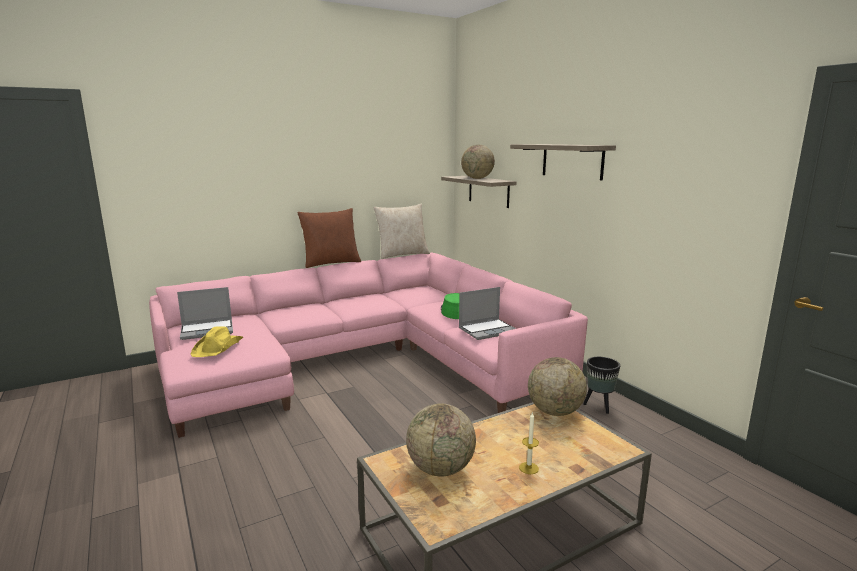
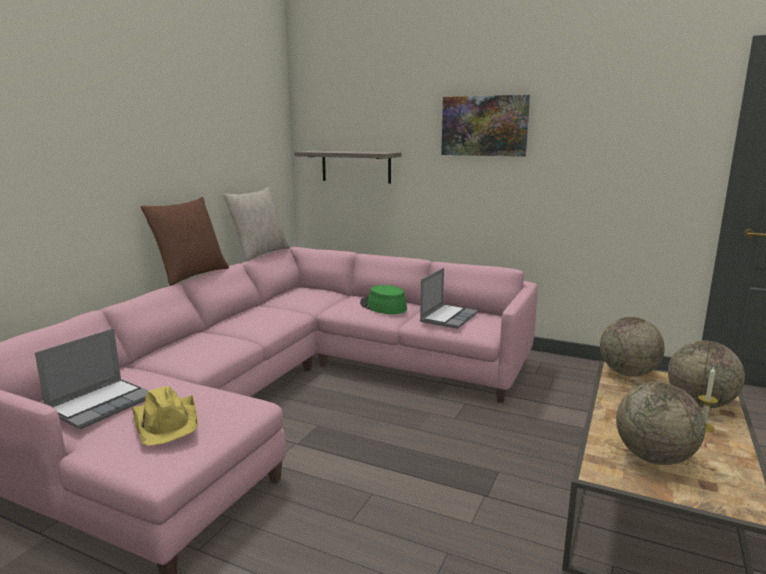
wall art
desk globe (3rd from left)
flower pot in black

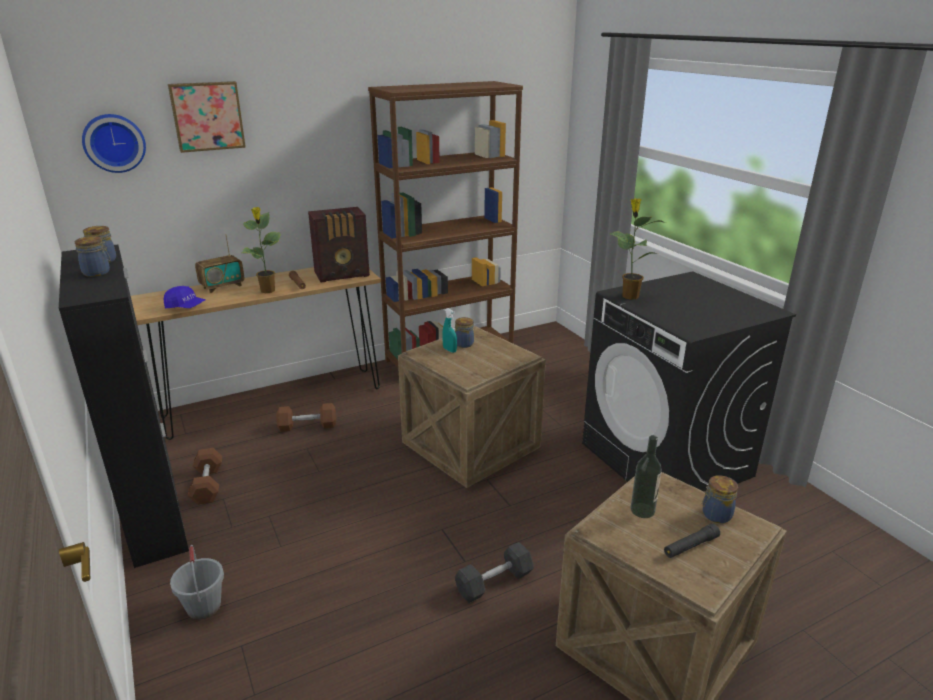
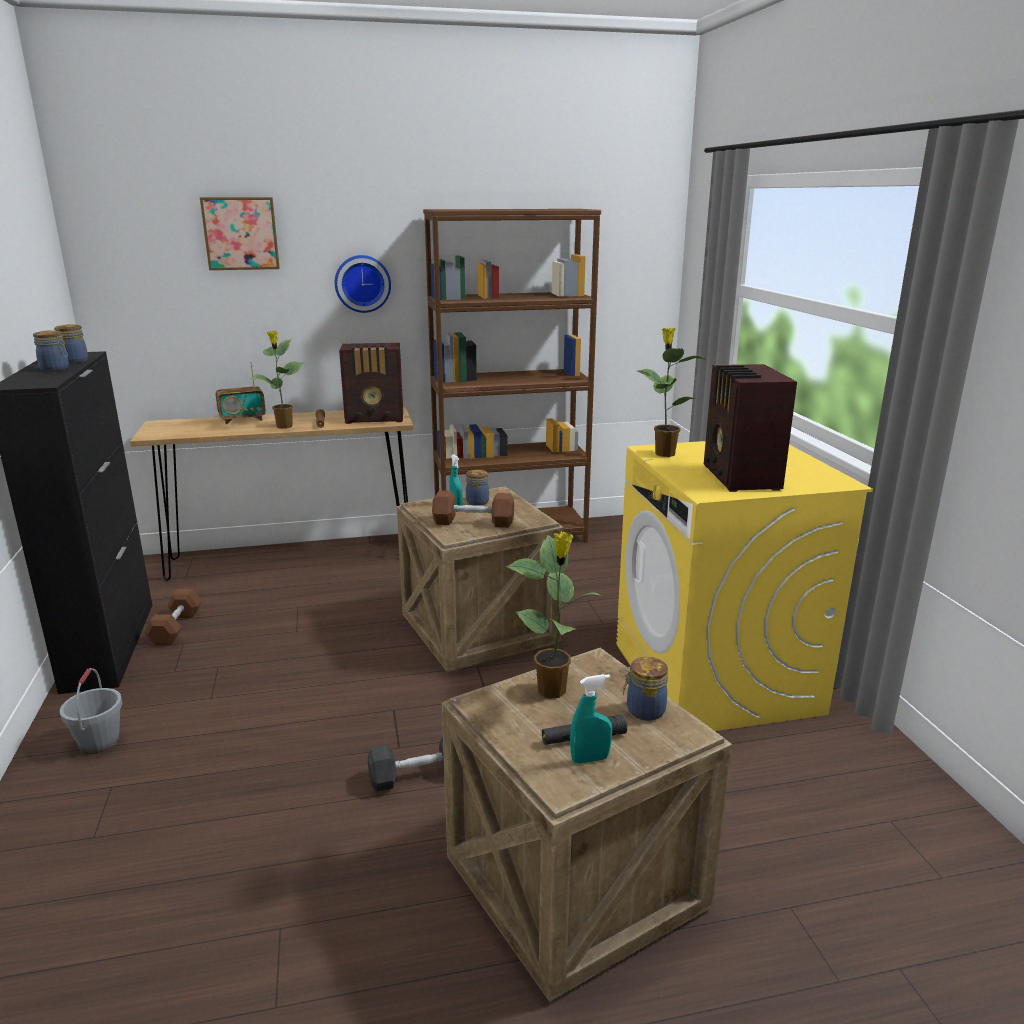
wall clock
laundry appliance in yellow
cap in bluish
dumbbell in brown-coloured (2nd from left)
plant in a pot (2nd from left)
radio set (3rd from left)
hand sprayer in blue-green (2nd from left)

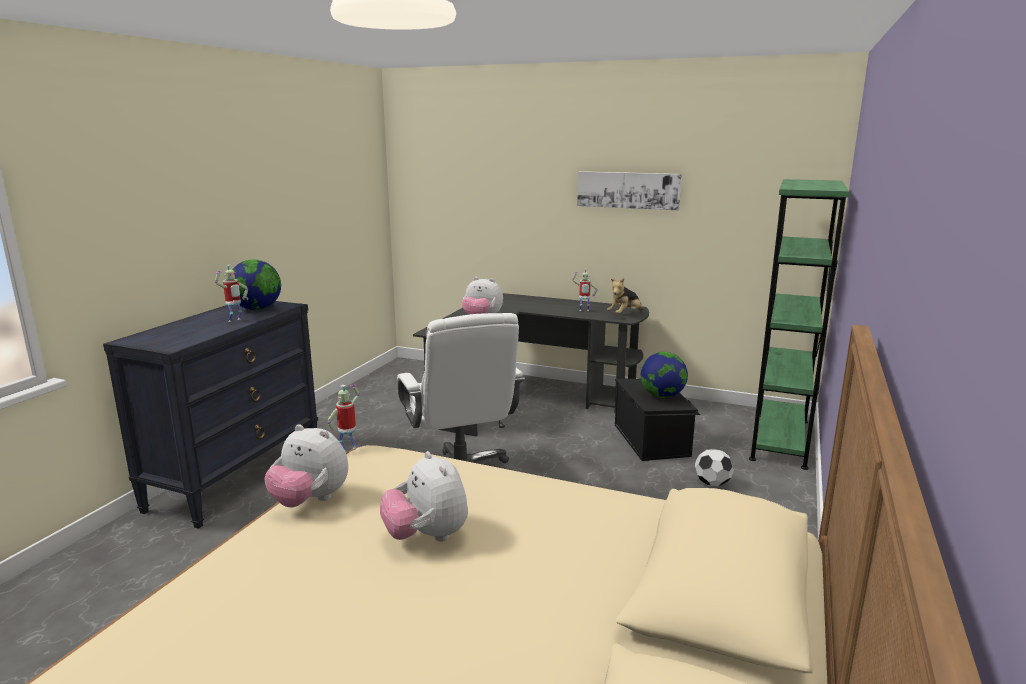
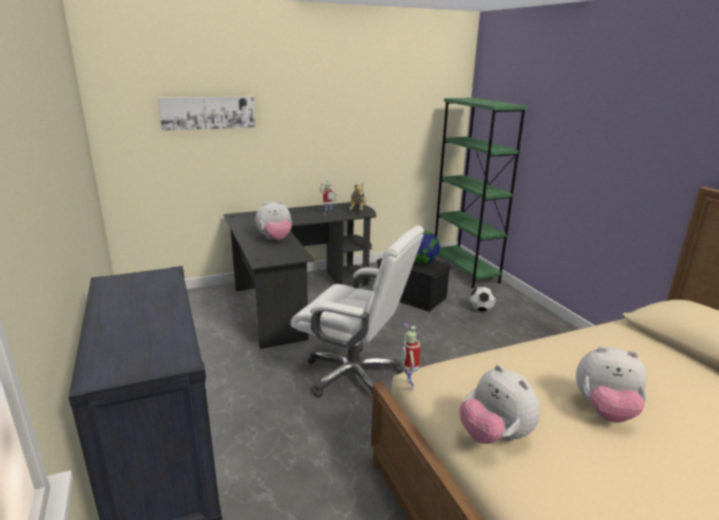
wall art
desk globe (1st from left in the first image)
model robot (1st from left in the first image)
soft toy (3rd from left)

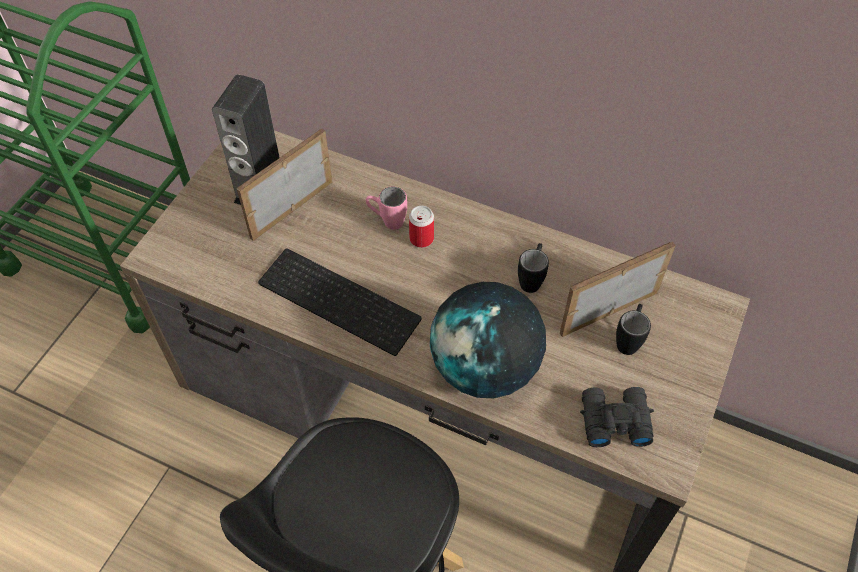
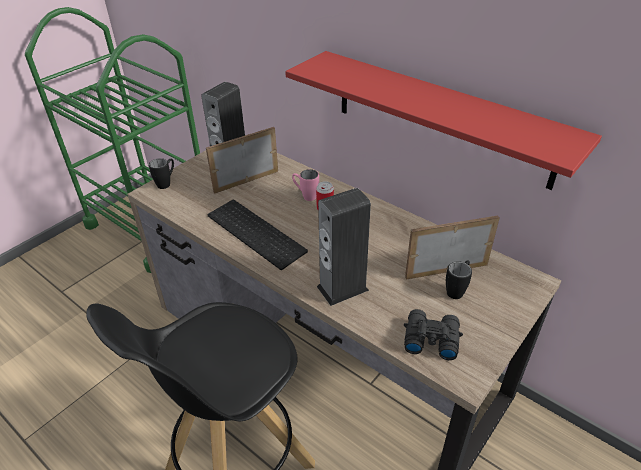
tea mug in black (1st from left)
speaker (2nd from left)
wall shelf in red

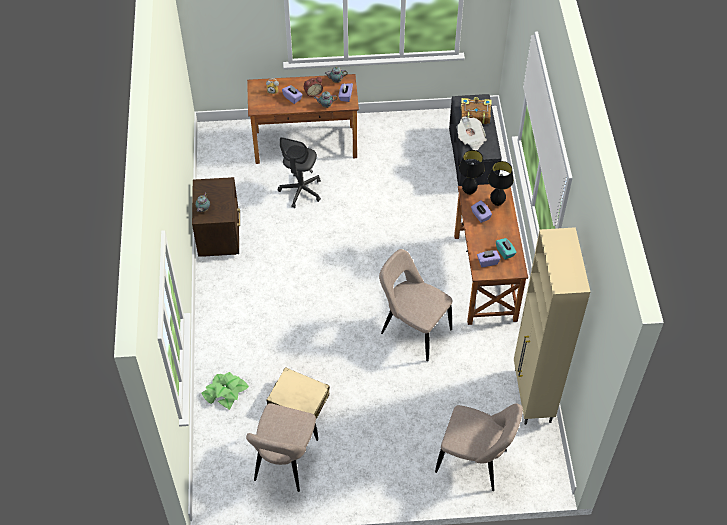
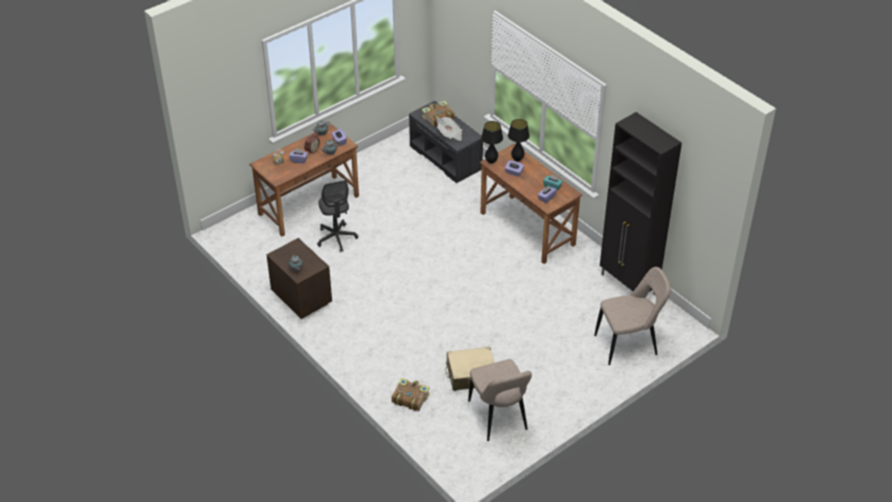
cupboard in black
chair in beige-coloured (2nd from left in the first image)
bound book (1st from left)

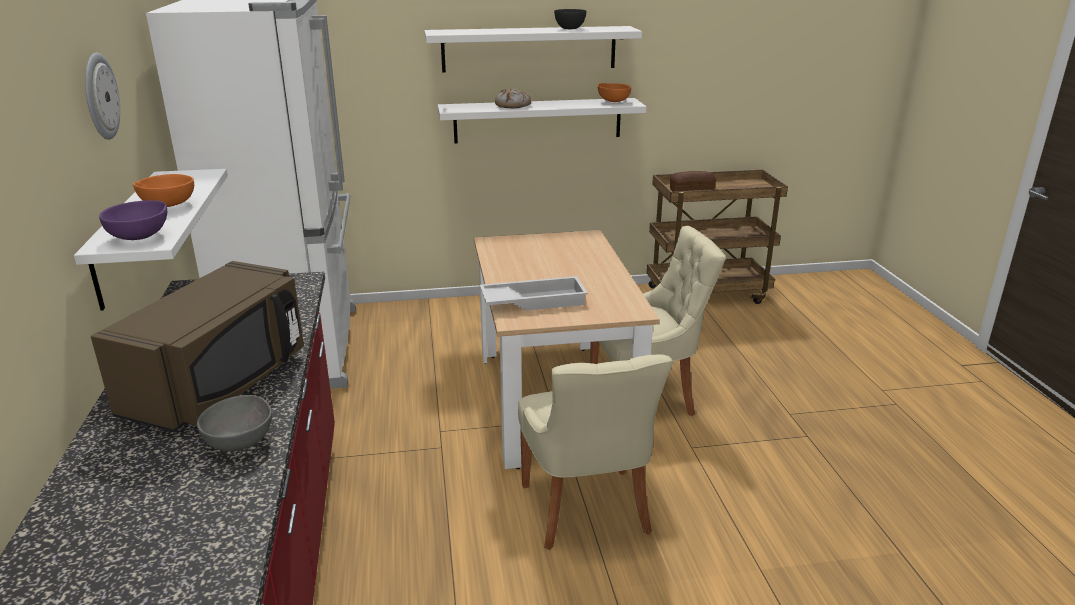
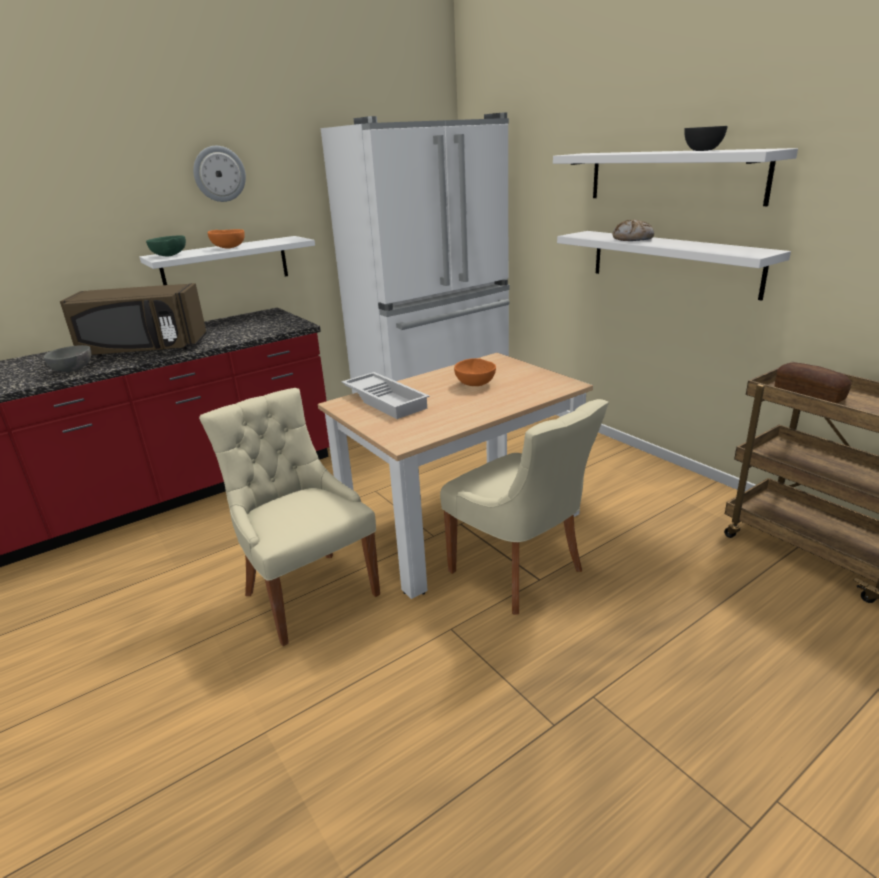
serving bowl in orangey (2nd from left)
serving bowl in green-coloured
chair in beige-coloured (1st from left)

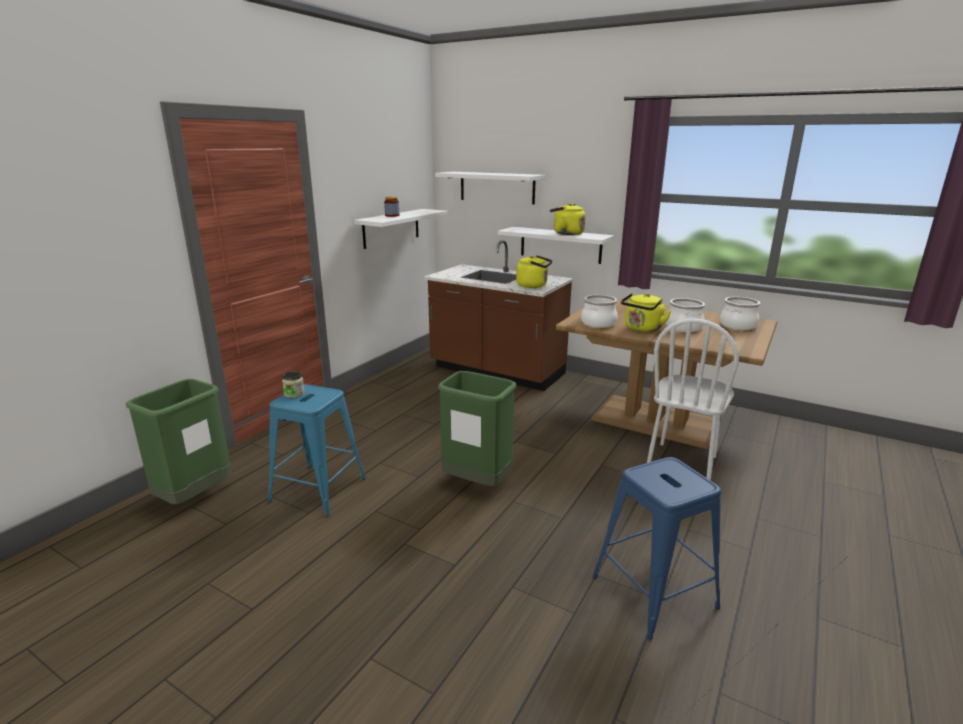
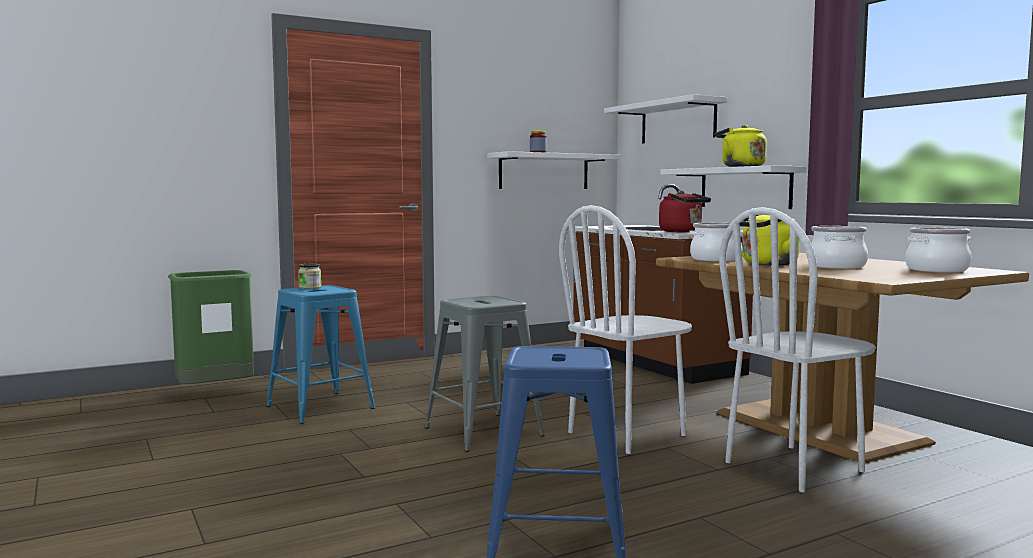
water kettle in red
stool in gray
chair in white-coloured (1st from left)

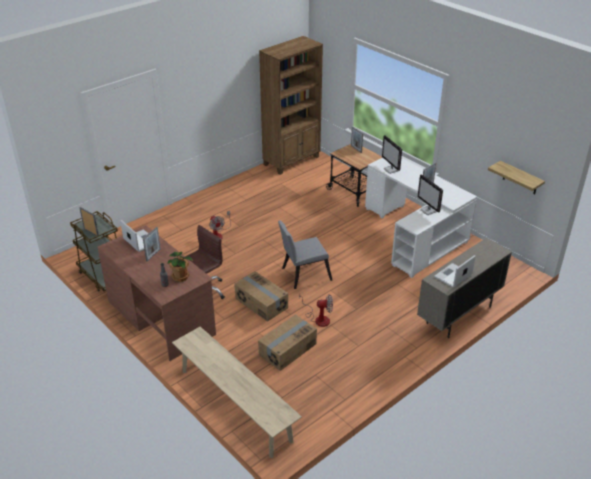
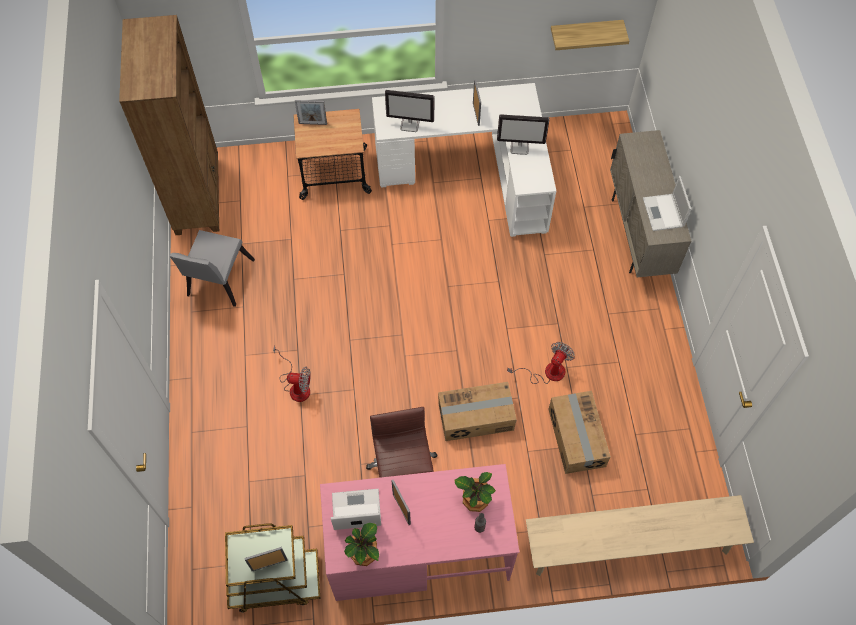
chair in gray
desk table in pink
plant in a pot (1st from left)

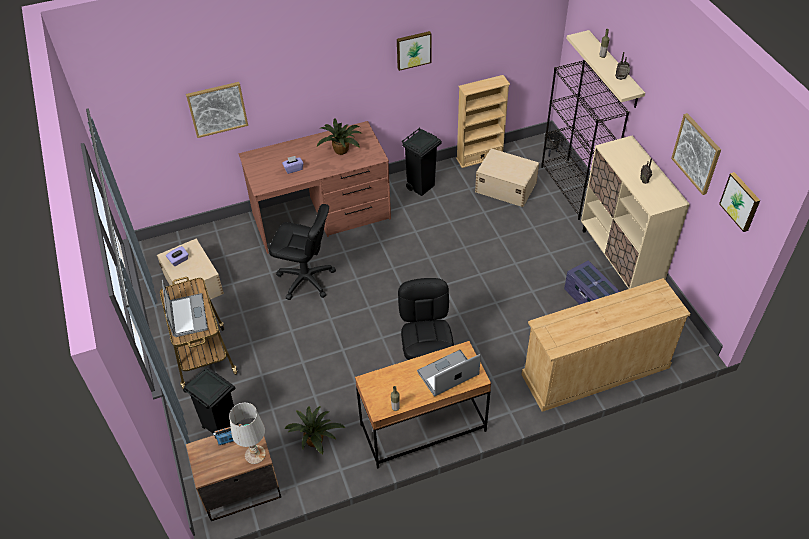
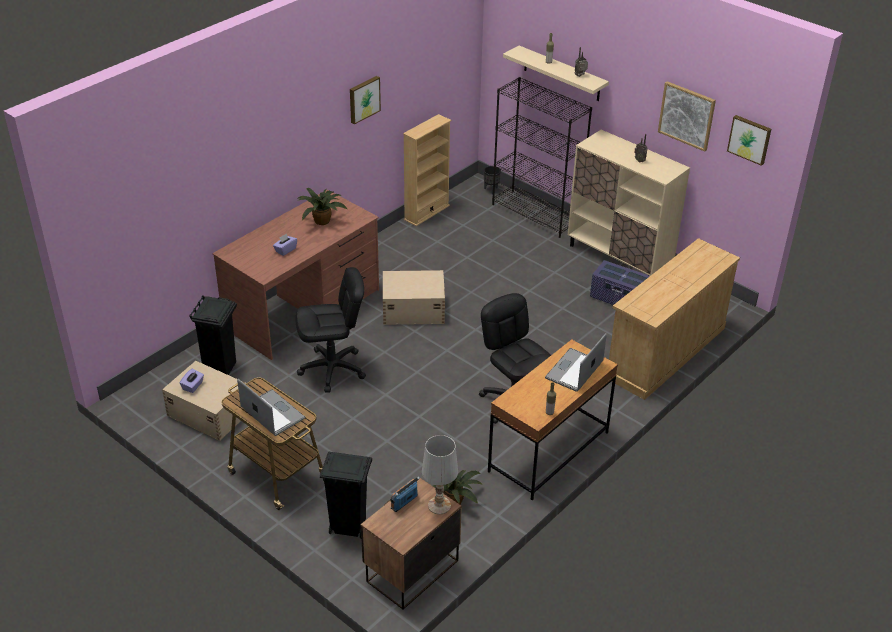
wall art (1st from left in the first image)
rubbish bin in black (1st from left)
storage container in beige-coloured (2nd from left)

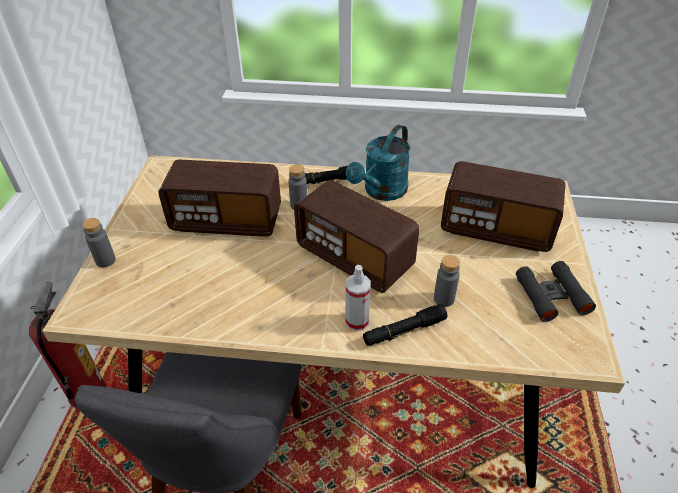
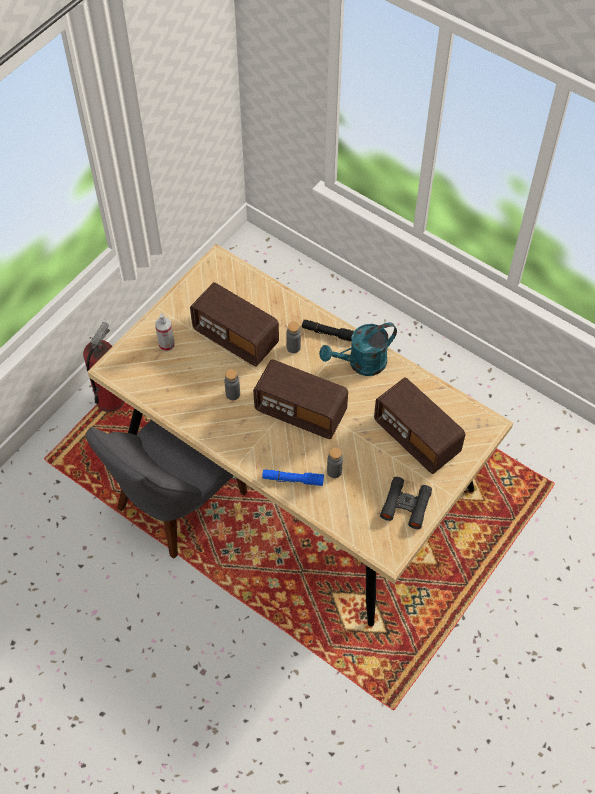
radio set (2nd from left)
drink bottle in gray (1st from left)
hand sprayer
hand torch in bluish

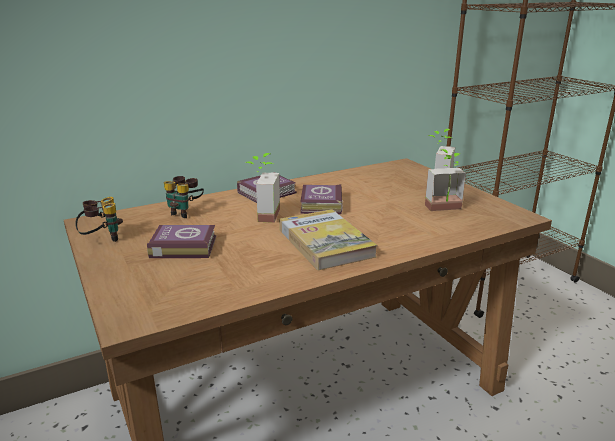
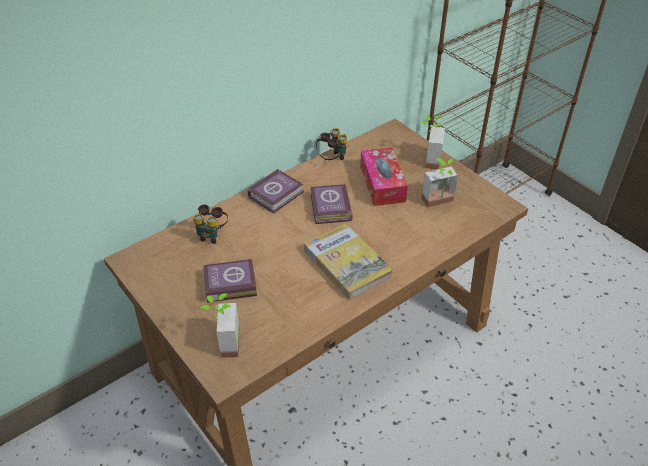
plant in a pot (1st from left)
binoculars (2nd from left)
box of tissues

